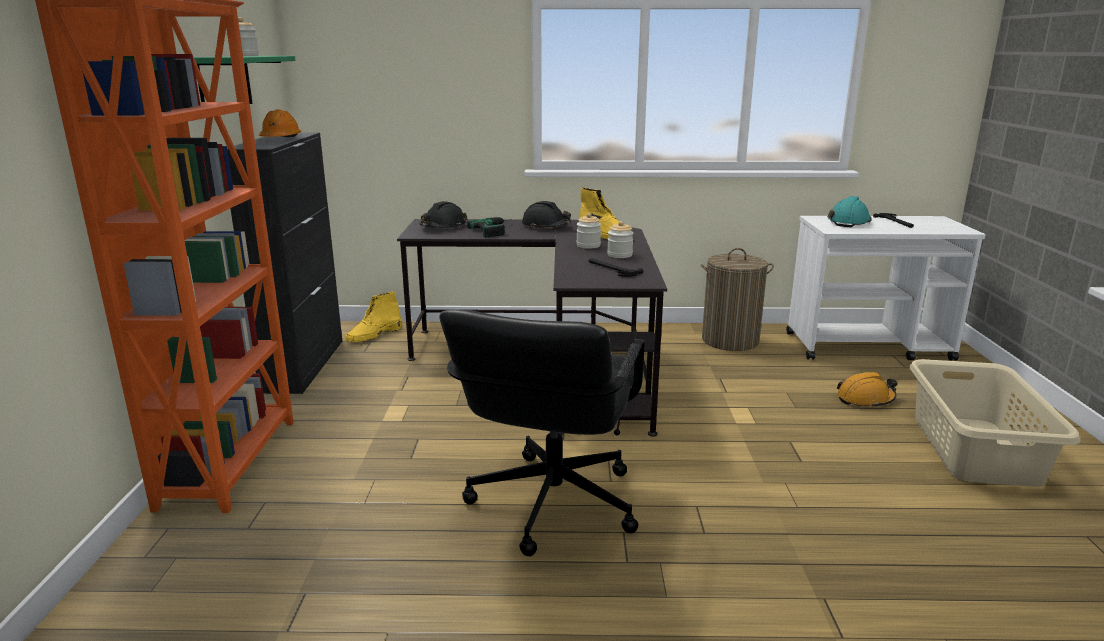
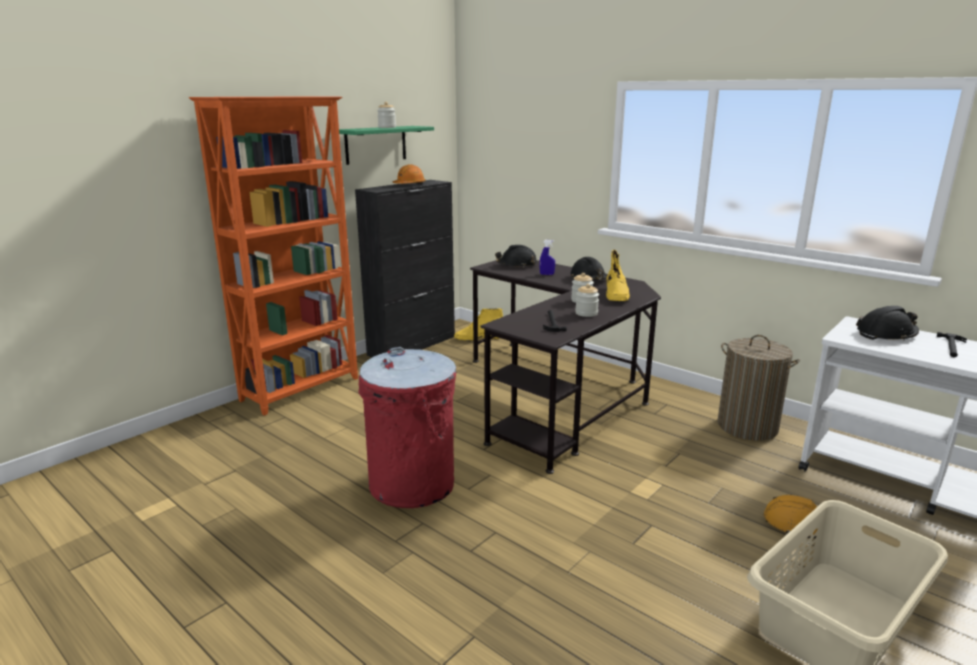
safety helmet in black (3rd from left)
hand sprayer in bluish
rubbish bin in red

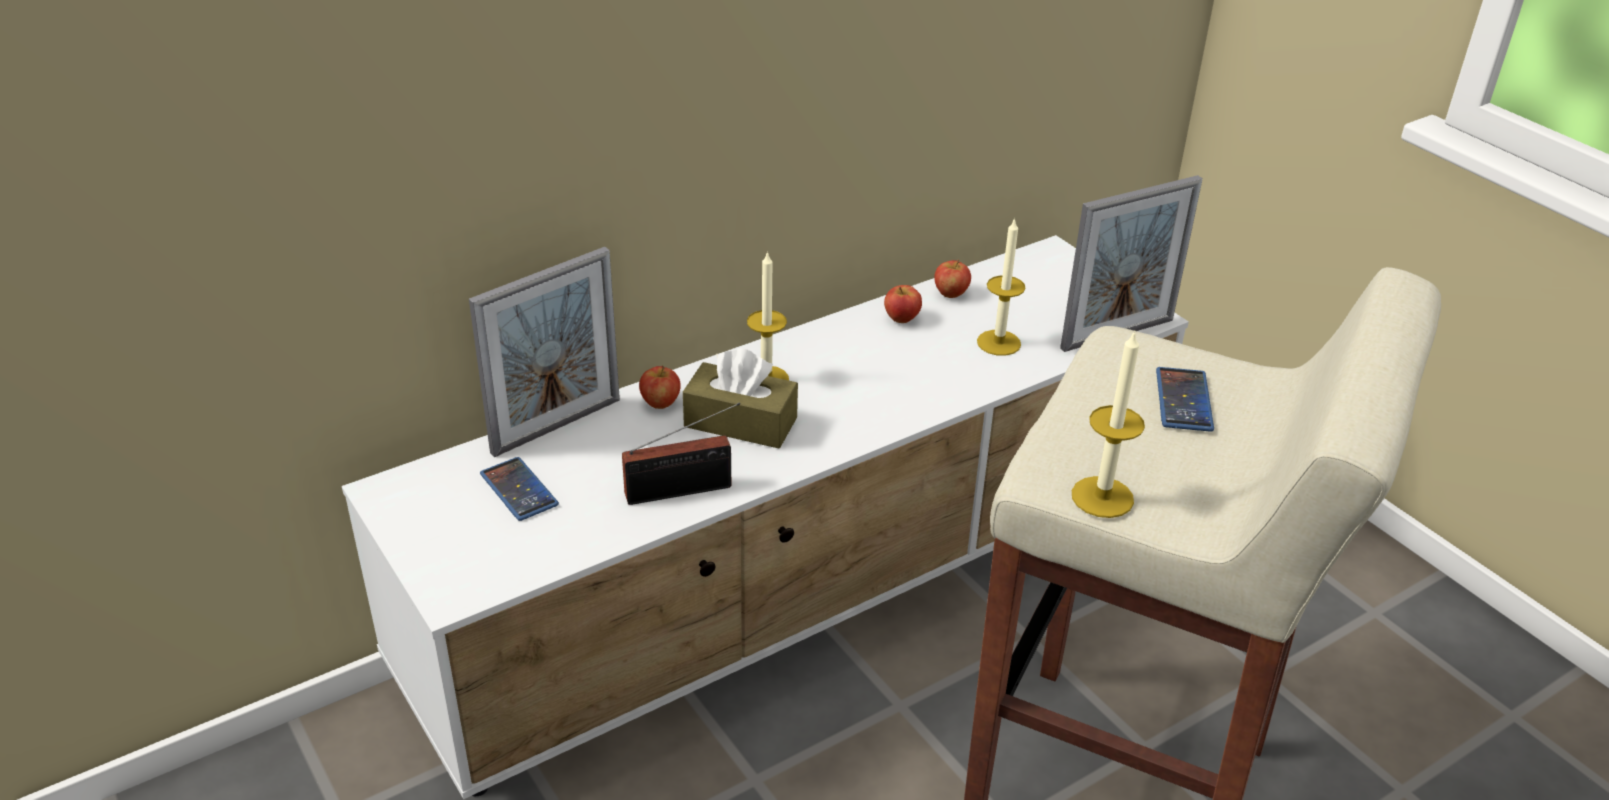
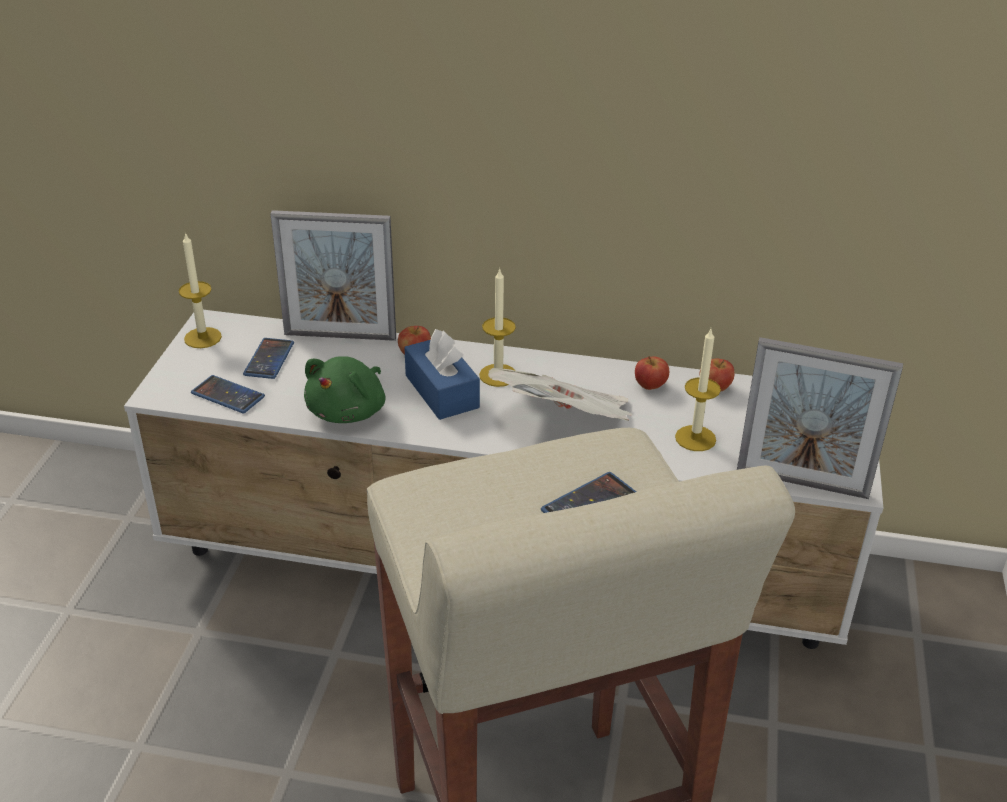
wax light (1st from left)
box of tissues in bluish
soft toy in green-coloured
newspaper
telephone (1st from left)

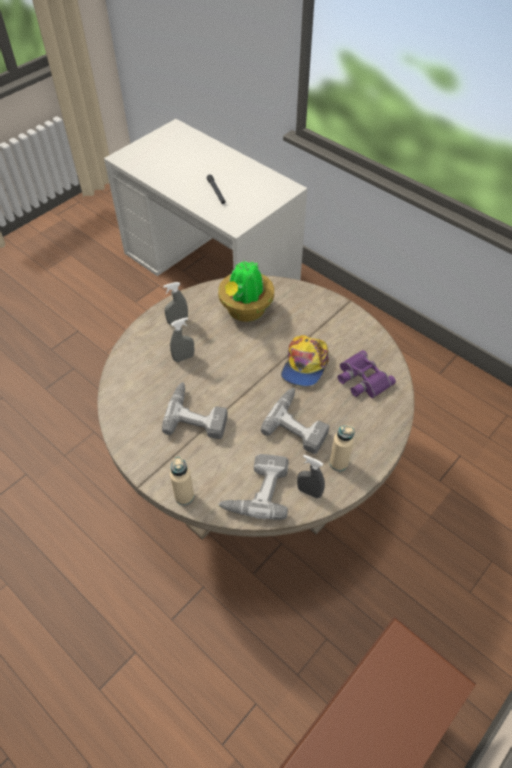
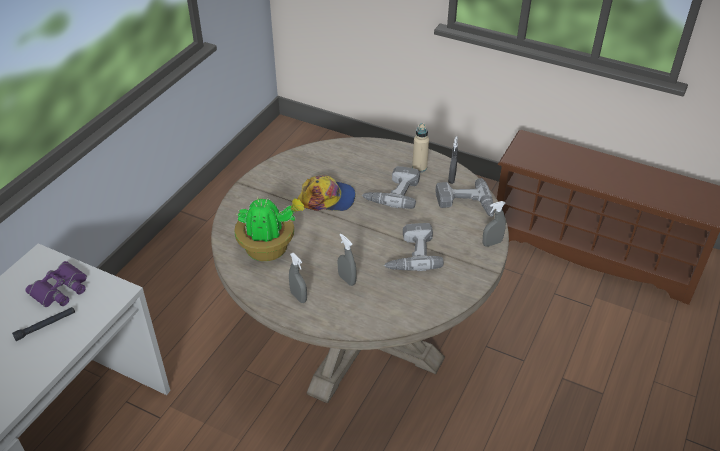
binoculars in purplish
hand sprayer in gray (4th from left)

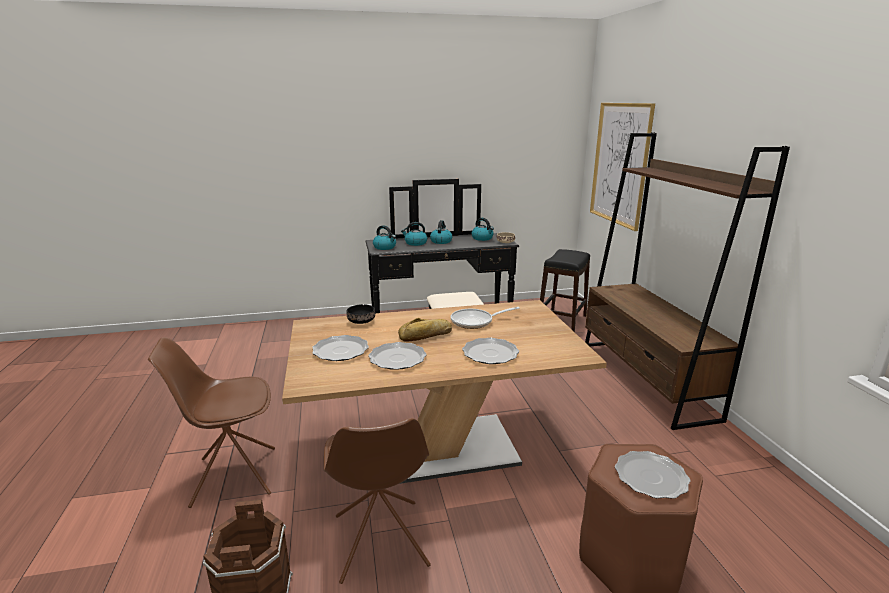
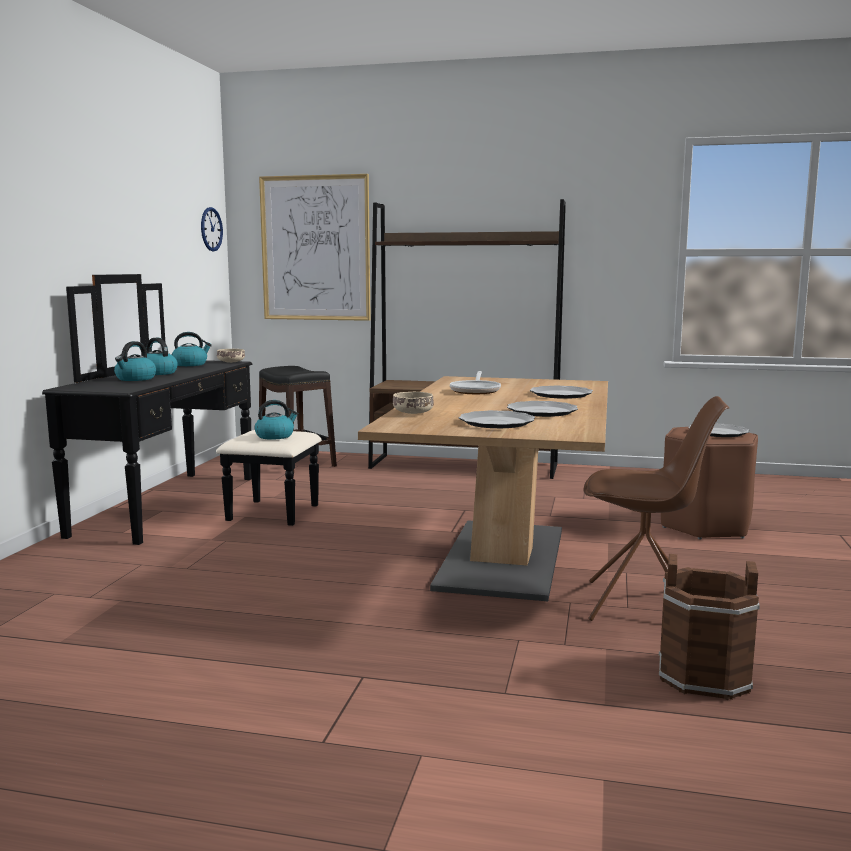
water kettle (4th from left)
serving bowl in beige-coloured (2nd from left)
bakery bread
chair in brown-coloured (1st from left in the first image)
wall clock

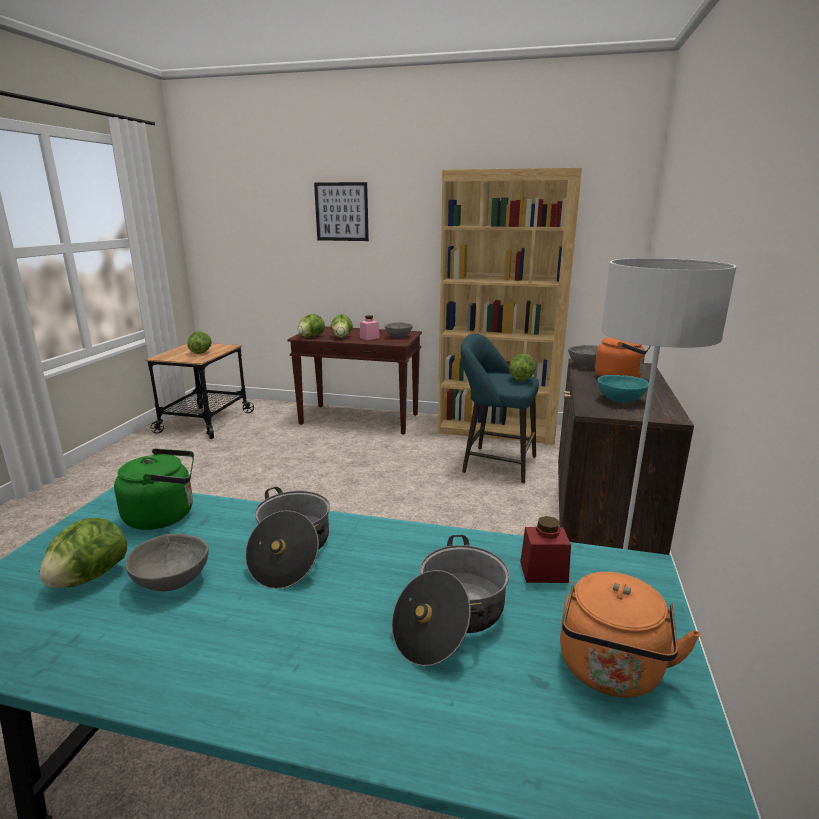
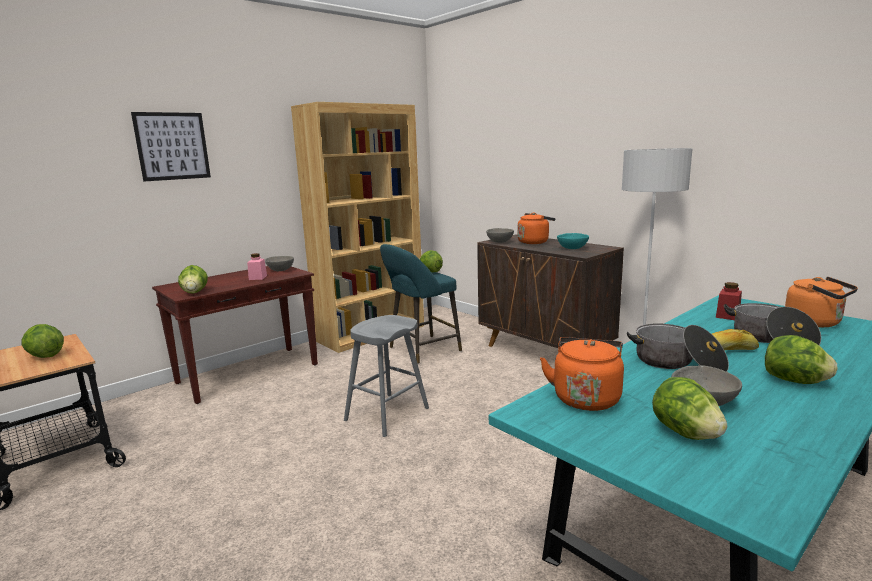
head of lettuce (5th from left)
water kettle in orangey (2nd from left)
stool in gray
bakery bread

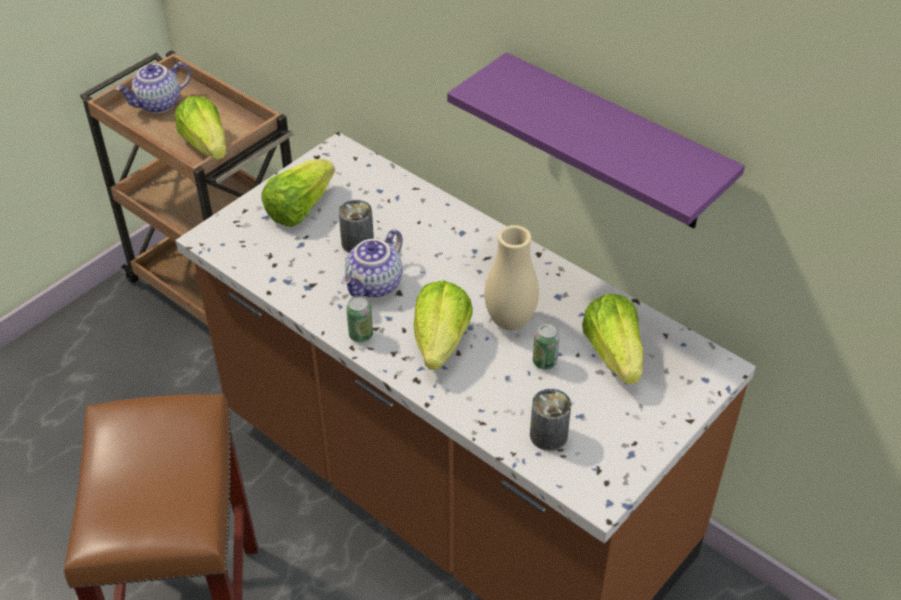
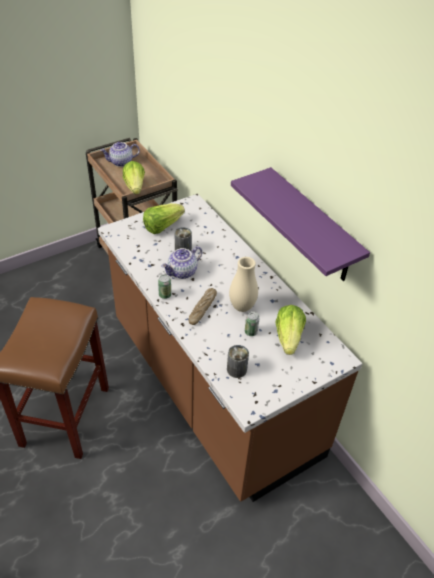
bakery bread

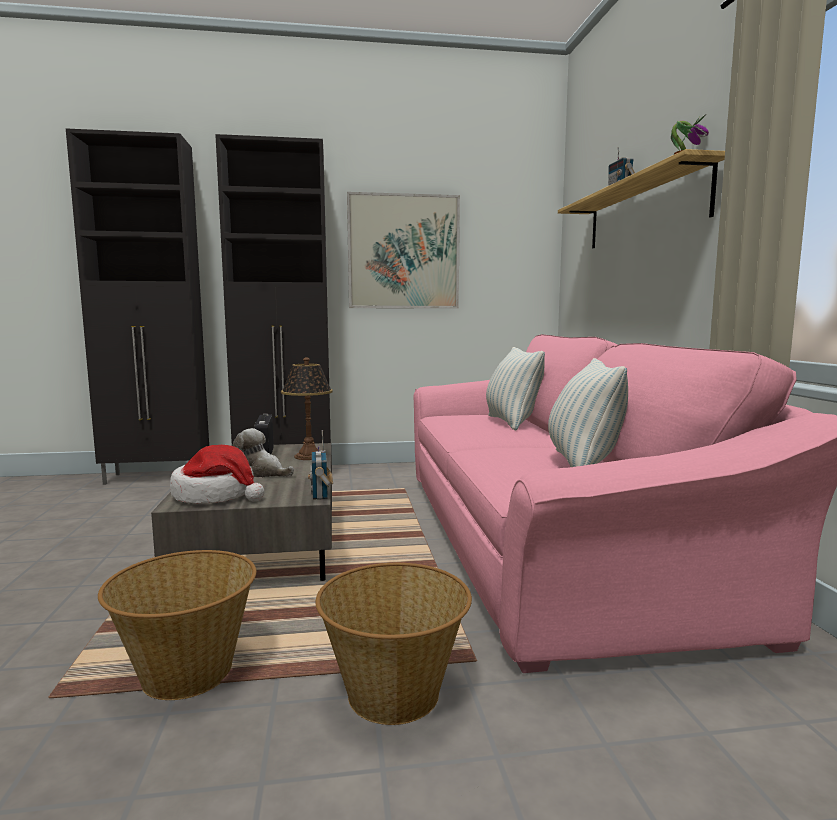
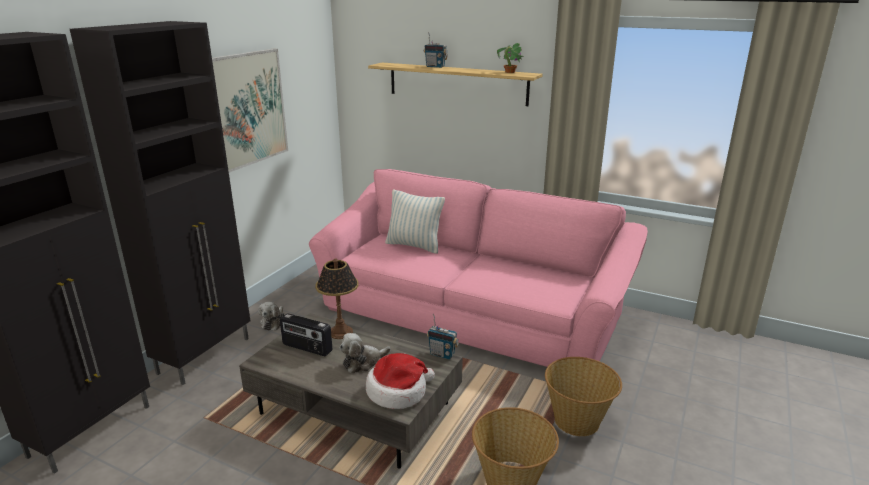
cushion (2nd from left in the first image)
soft toy (1st from left)

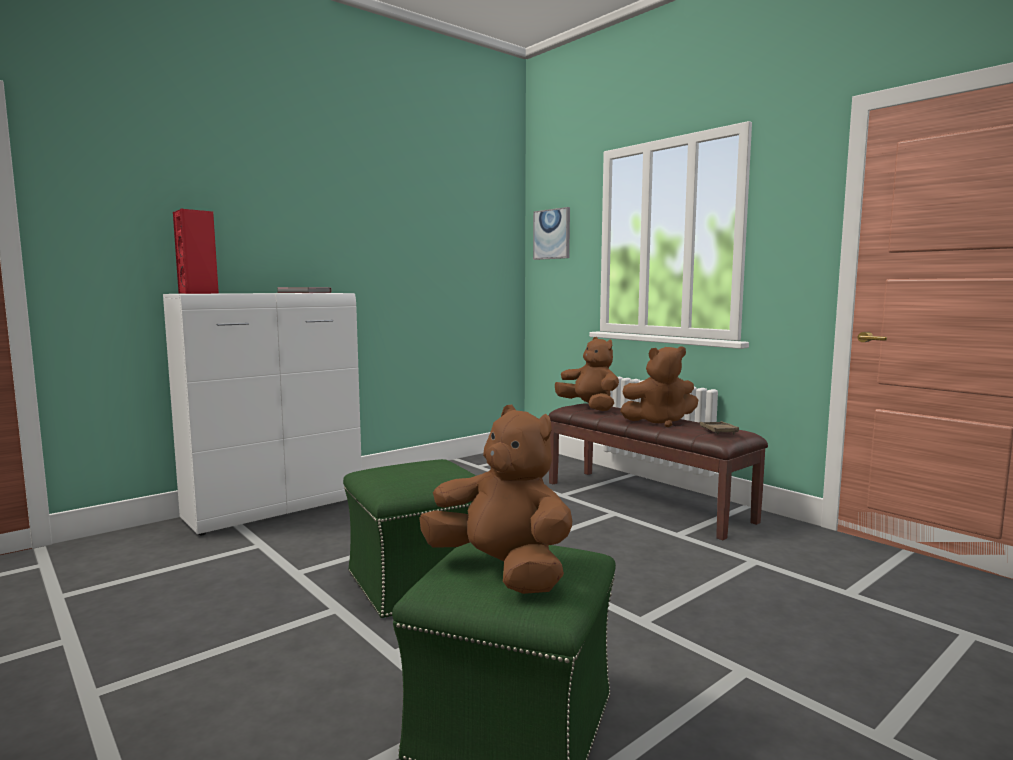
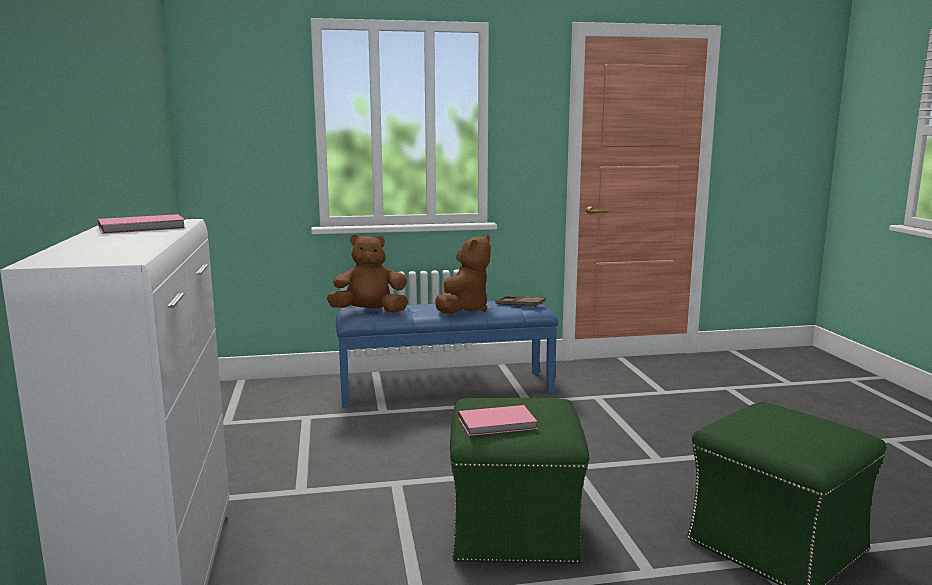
wall art
speaker in red
indoor bench in bluish
soft toy in brown-coloured (1st from left in the first image)
bound book in pink (2nd from left)

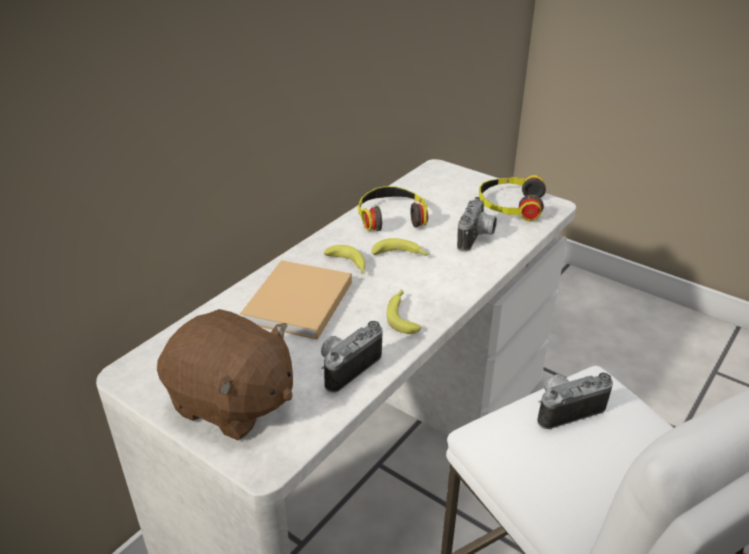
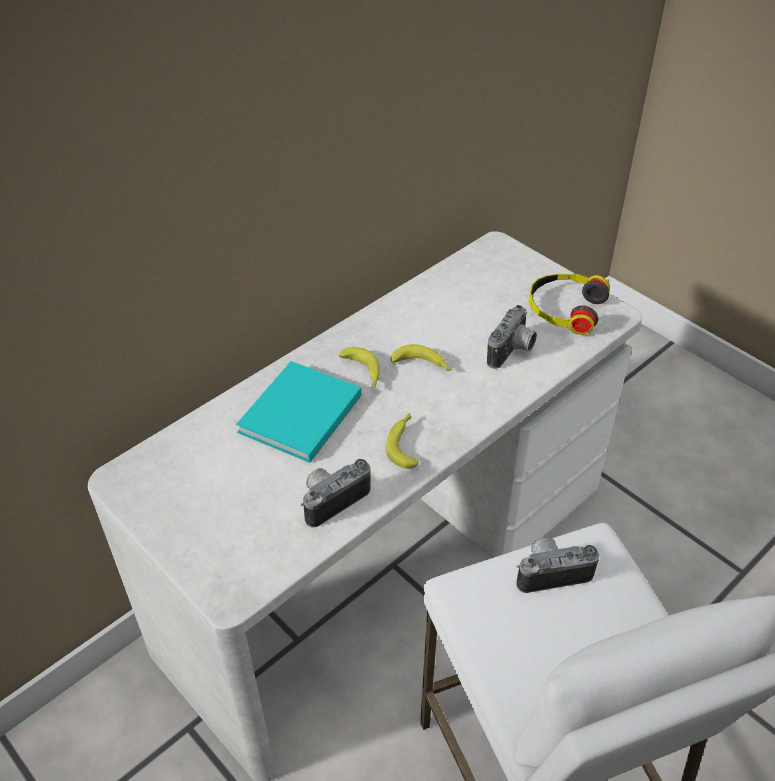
headset (1st from left in the first image)
bound book in blue-green
soft toy in brown-coloured

